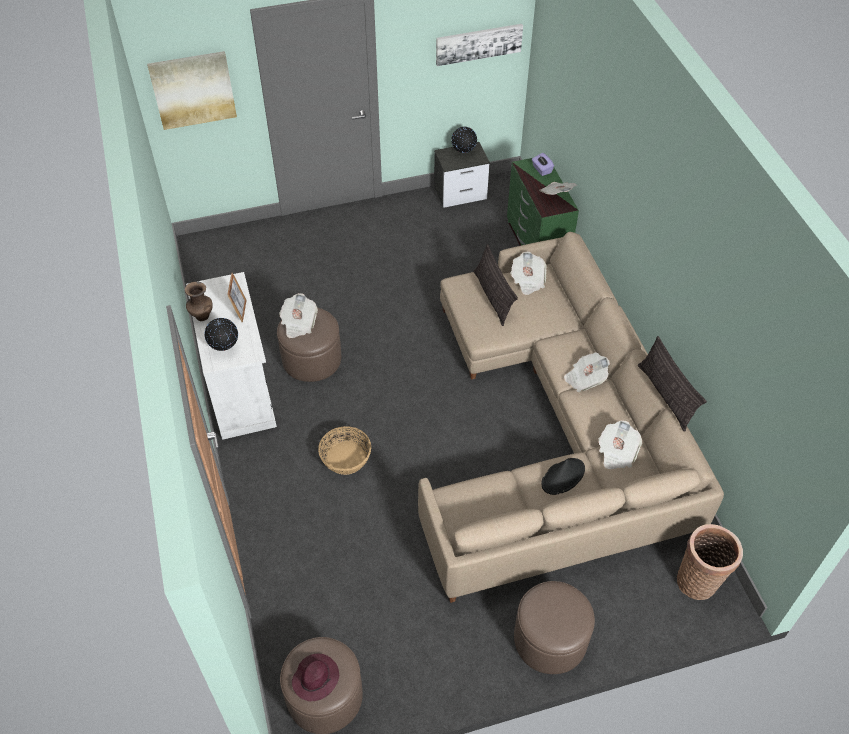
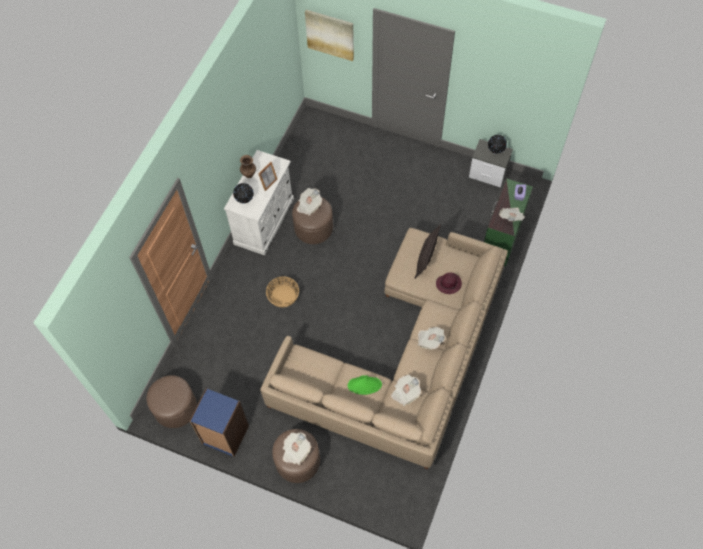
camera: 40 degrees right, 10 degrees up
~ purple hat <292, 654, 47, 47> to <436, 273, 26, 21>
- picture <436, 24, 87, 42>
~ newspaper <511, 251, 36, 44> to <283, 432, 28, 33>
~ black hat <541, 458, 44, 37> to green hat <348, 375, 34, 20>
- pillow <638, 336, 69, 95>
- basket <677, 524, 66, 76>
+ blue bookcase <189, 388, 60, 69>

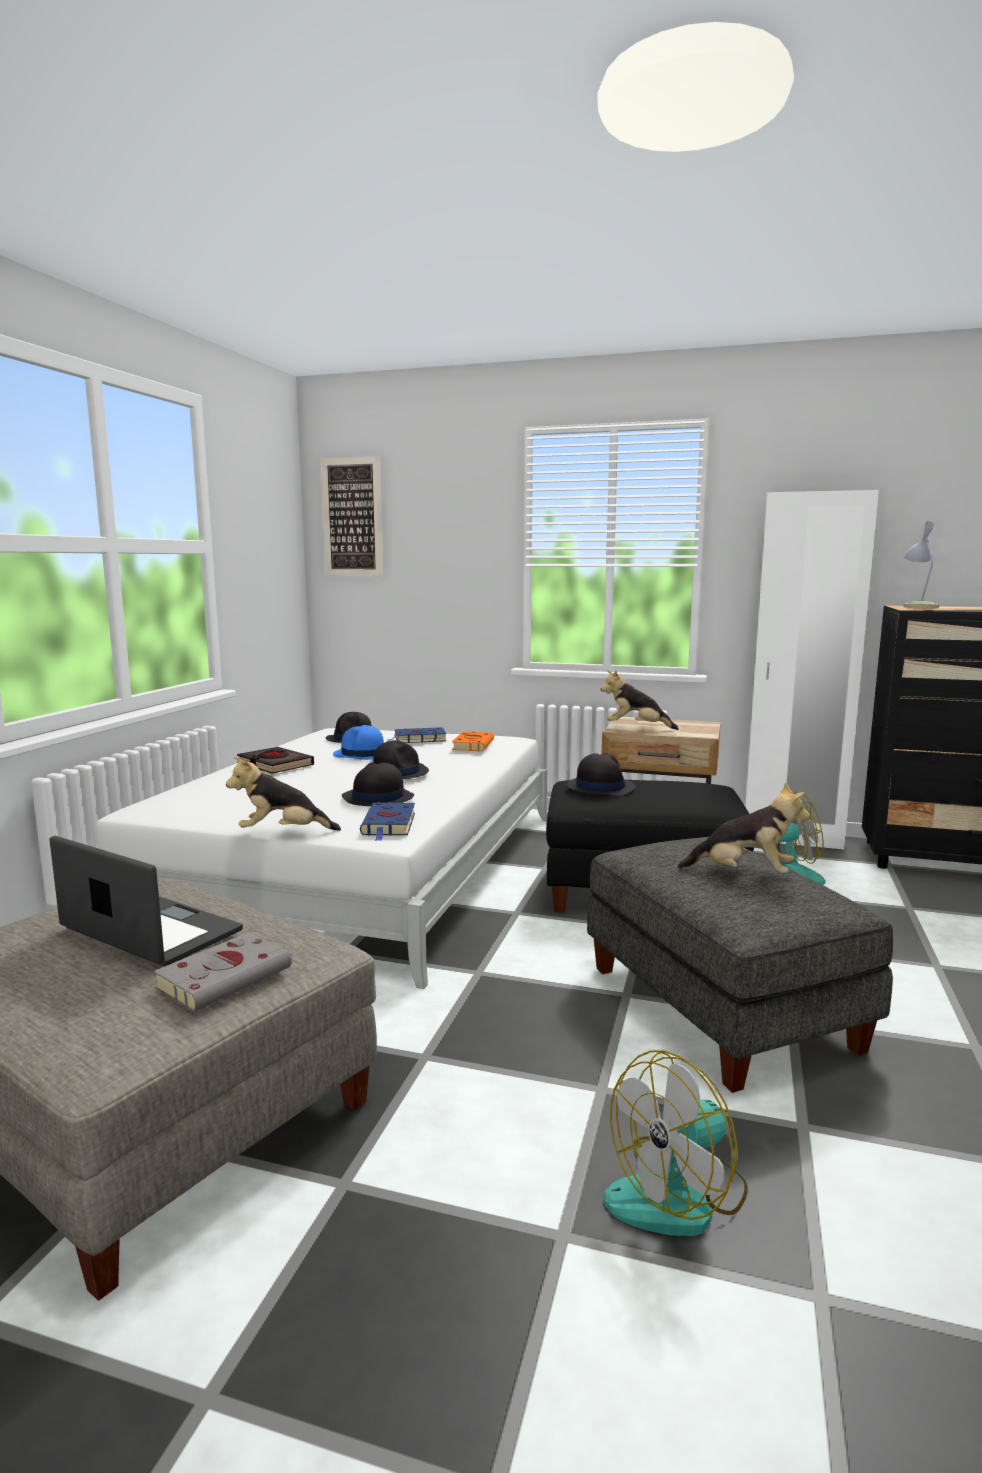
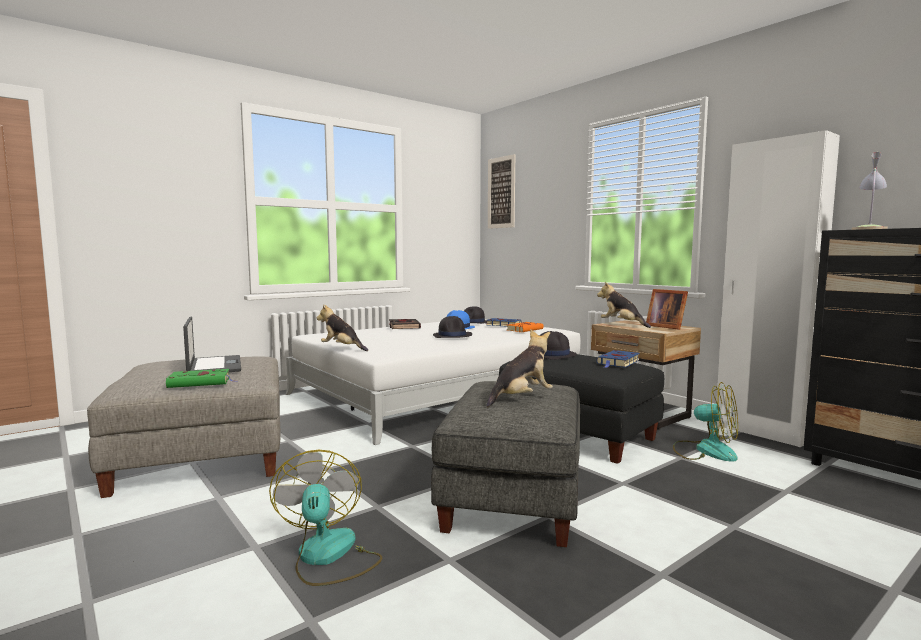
camera: 35 degrees right, 5 degrees down
~ grey book <153, 932, 141, 80> to green book <166, 369, 72, 19>
- black hat <342, 762, 72, 44>
~ blue book <360, 802, 55, 39> to <596, 350, 44, 18>
~ fan <604, 1050, 144, 186> = <269, 450, 113, 136> 75 degrees clockwise
~ plush toy <678, 782, 132, 91> = <487, 329, 66, 78> 90 degrees counterclockwise
+ picture frame <646, 289, 42, 41>

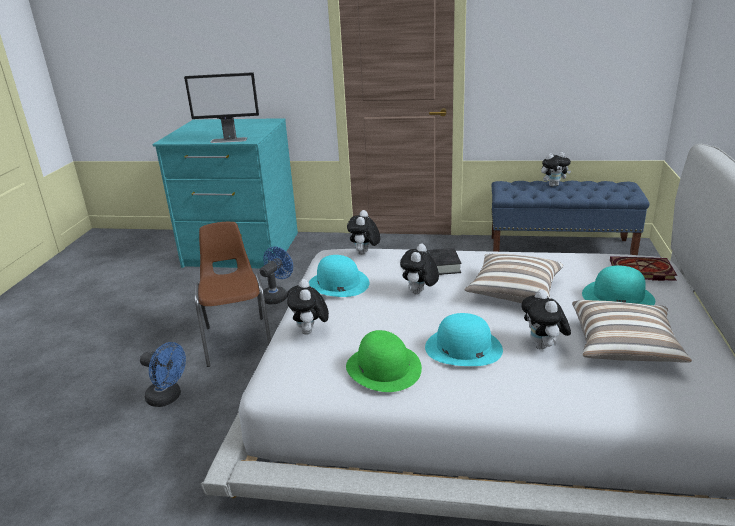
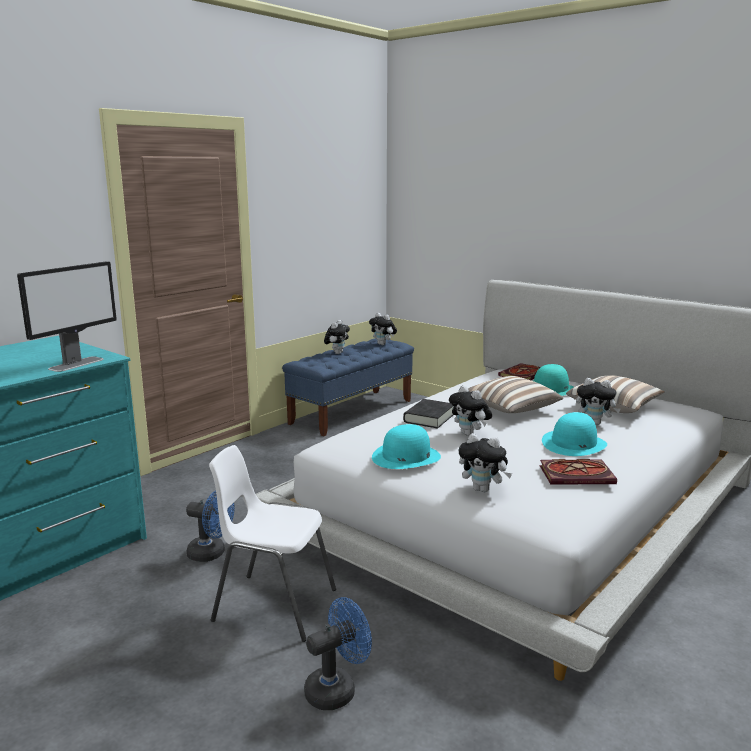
camera: 60 degrees left, 10 degrees down
~ brown chair <194, 222, 77, 145> to white chair <209, 445, 127, 197>
~ blue fan <260, 246, 33, 58> = <186, 491, 48, 71> 135 degrees clockwise
~ green hat <346, 330, 76, 62> to book <540, 459, 77, 26>
~ plush toy <347, 210, 33, 45> to <369, 313, 28, 32>

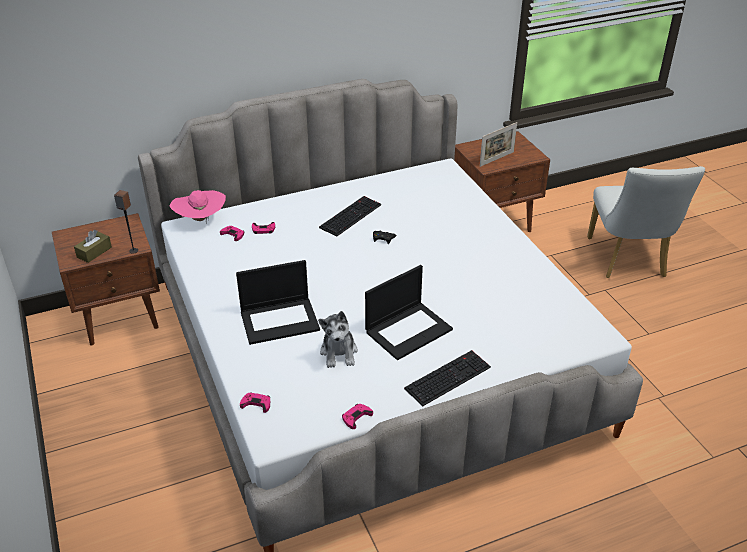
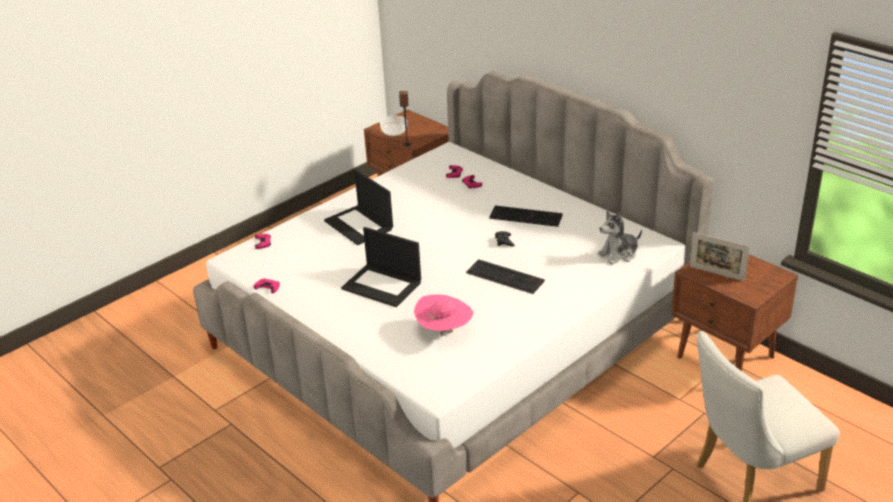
camera: 70 degrees right, 5 degrees down
~ brown tissue box <74, 230, 38, 33> to bowl <380, 116, 27, 20>
~ pink hat <169, 190, 57, 34> to <414, 294, 60, 43>
~ plush toy <318, 311, 40, 57> to <598, 211, 44, 54>
~ keyboard <404, 350, 87, 56> to <466, 259, 79, 35>

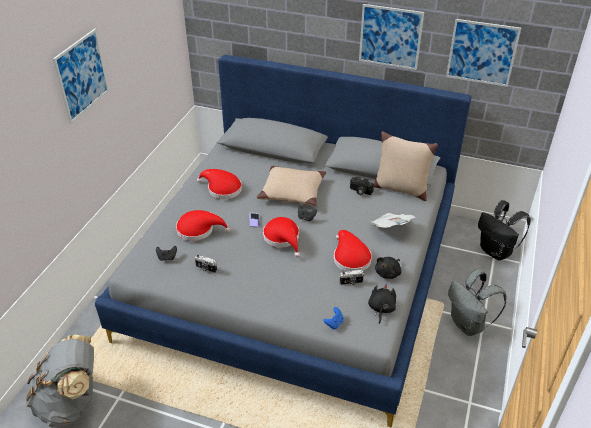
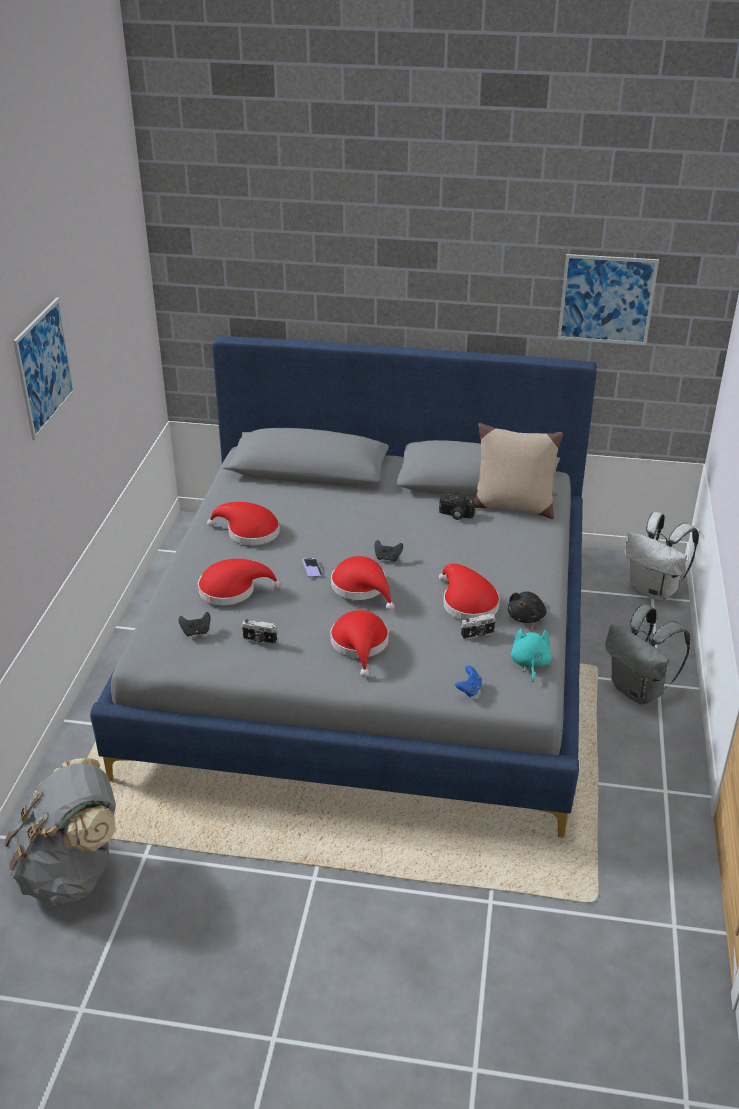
camera: 10 degrees left, 5 degrees down
- beige pillow <257, 166, 69, 40>
- picture <359, 4, 65, 66>
~ black plush toy <368, 284, 28, 40> to turquoise plush toy <511, 625, 40, 57>
- newspaper <371, 213, 45, 15>
~ black backpack <478, 200, 53, 60> to white backpack <624, 512, 75, 89>
+ red hat <330, 610, 59, 67>

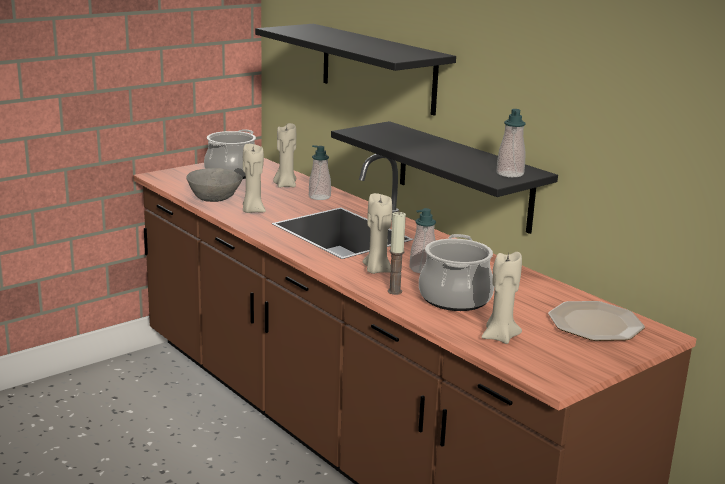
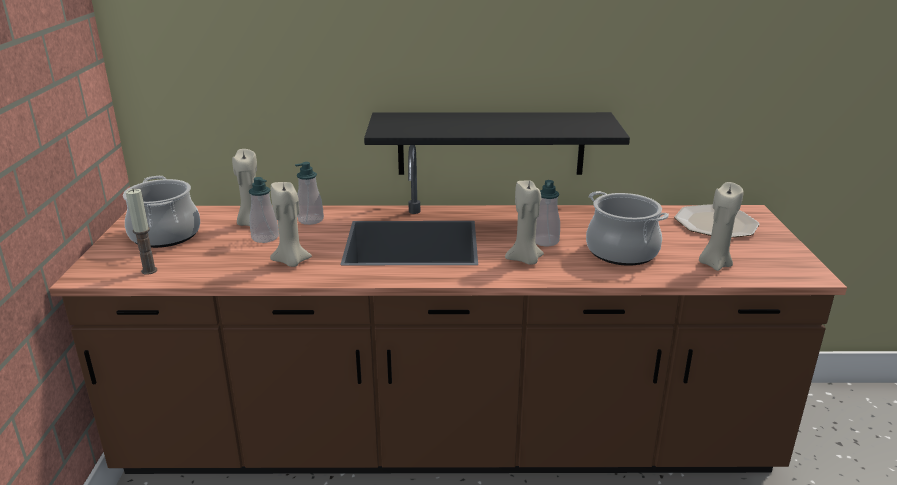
camera: 50 degrees left, 5 degrees up
- grey bowl <186, 168, 57, 34>
- black shelf <255, 24, 201, 92>
~ candle <388, 211, 18, 84> to <126, 188, 31, 87>
~ soap dispenser <496, 109, 30, 68> to <249, 177, 30, 66>

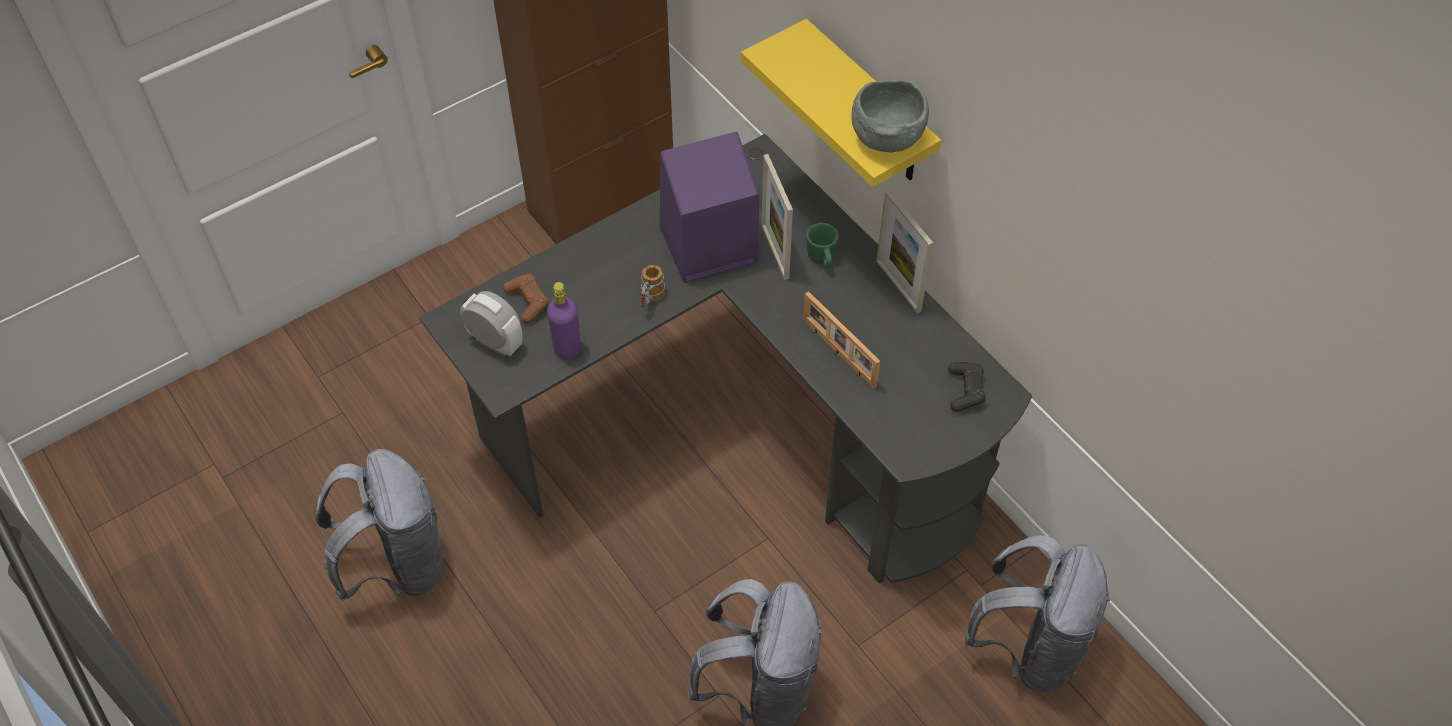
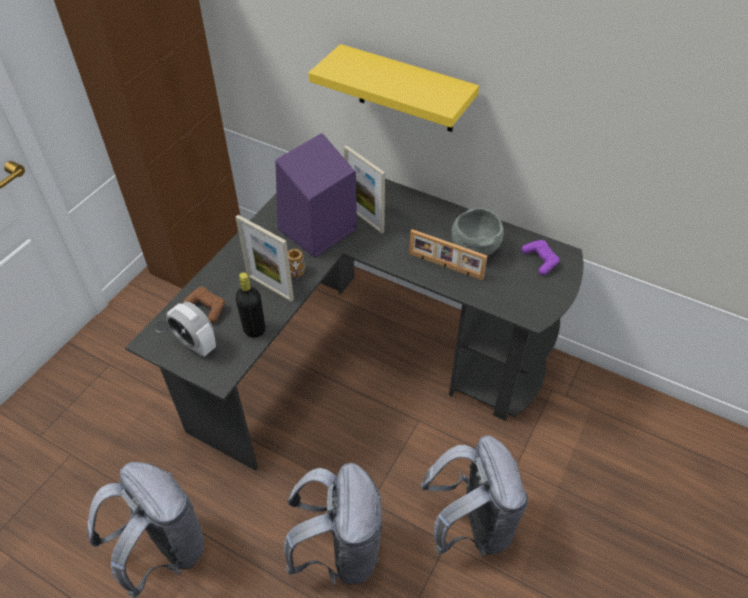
camera: 25 degrees left, 5 degrees down
~ alarm clock <460, 291, 62, 65> = <166, 302, 50, 55> 150 degrees counterclockwise
~ purple bottle <547, 282, 34, 78> to black bottle <235, 272, 30, 66>
- green mug <806, 223, 33, 45>
~ grey bowl <851, 79, 78, 74> to <451, 208, 53, 48>
~ picture frame <876, 190, 57, 123> to <235, 215, 59, 87>
~ black game controller <948, 362, 38, 50> to purple game controller <522, 240, 38, 35>
~ grey backpack <963, 535, 147, 157> to <284, 463, 98, 123>

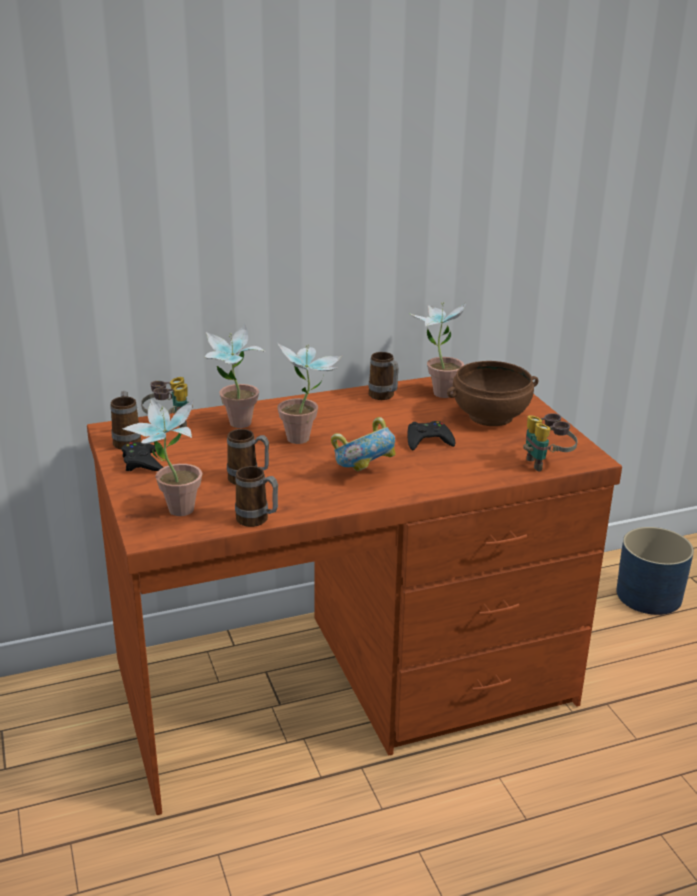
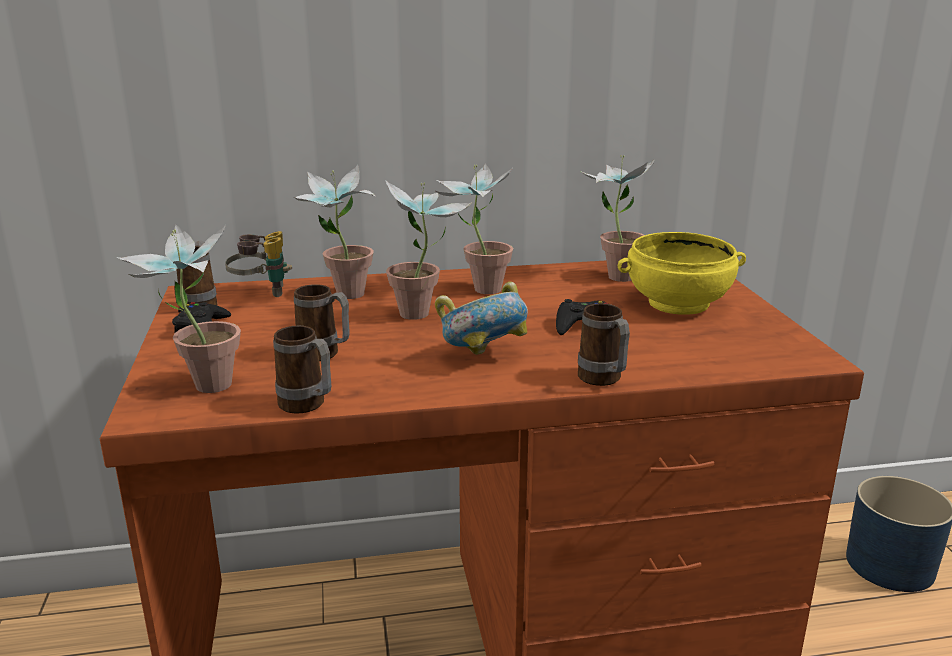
camera: 10 degrees right, 5 degrees down
~ mug <368, 352, 31, 48> to <578, 303, 52, 83>
~ brown bowl <447, 361, 91, 65> to yellow bowl <618, 232, 128, 83>
- binoculars <523, 413, 55, 58>
+ potted plant <434, 164, 79, 130>

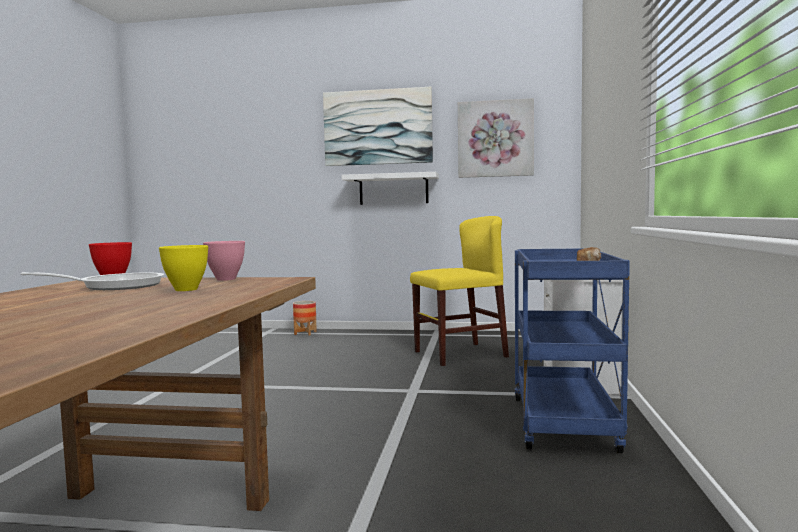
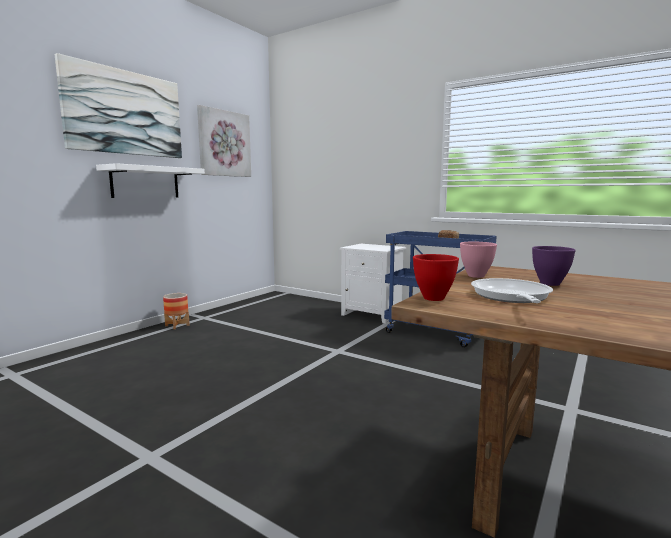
camera: 65 degrees left, 5 degrees up
~ yellow bowl <159, 245, 49, 46> to purple bowl <532, 246, 44, 40>
~ planter <293, 301, 24, 35> to <163, 293, 27, 36>
- yellow chair <410, 216, 99, 150>

